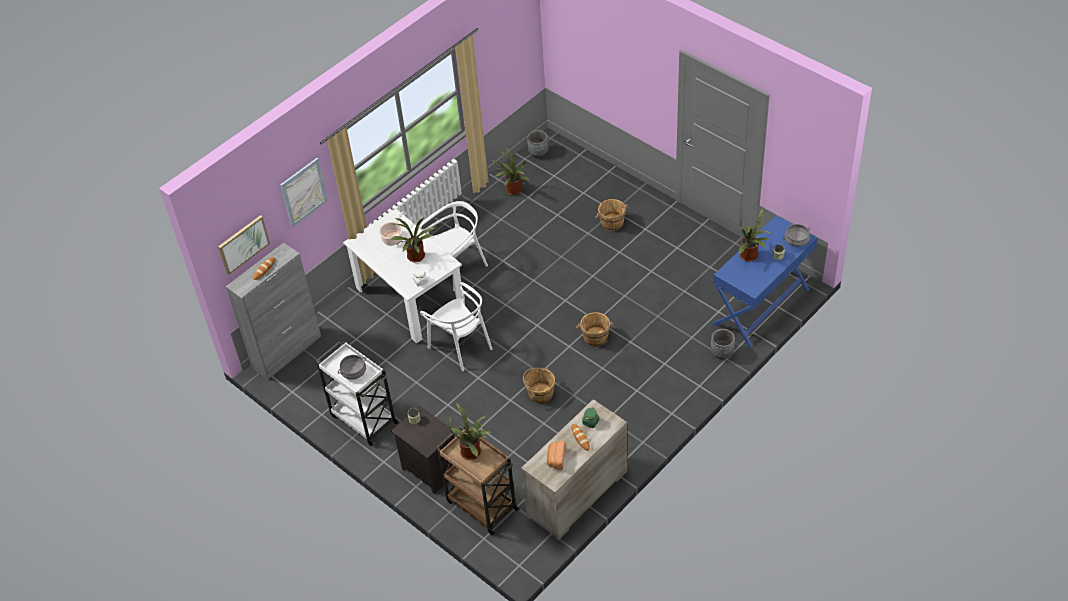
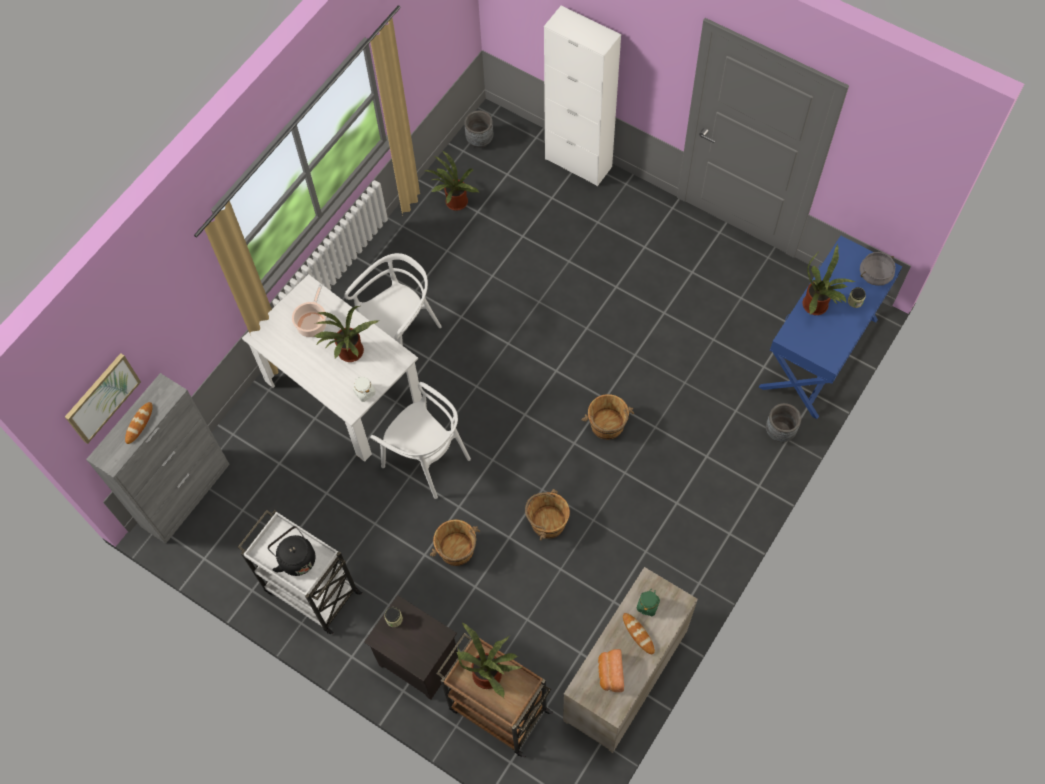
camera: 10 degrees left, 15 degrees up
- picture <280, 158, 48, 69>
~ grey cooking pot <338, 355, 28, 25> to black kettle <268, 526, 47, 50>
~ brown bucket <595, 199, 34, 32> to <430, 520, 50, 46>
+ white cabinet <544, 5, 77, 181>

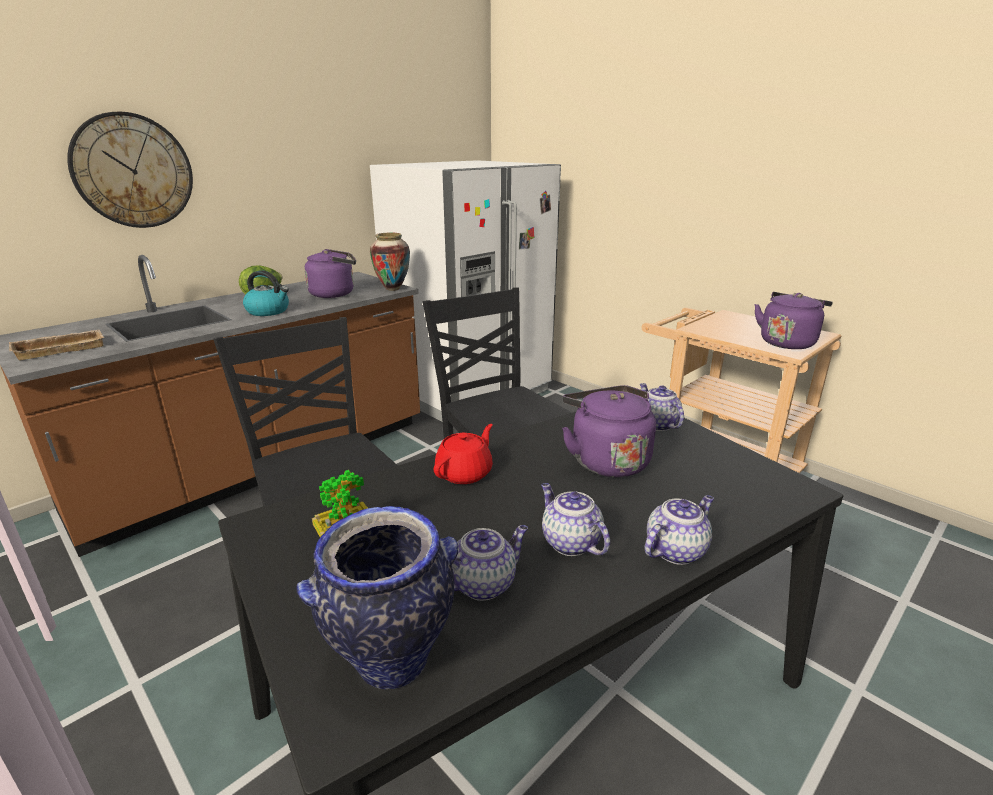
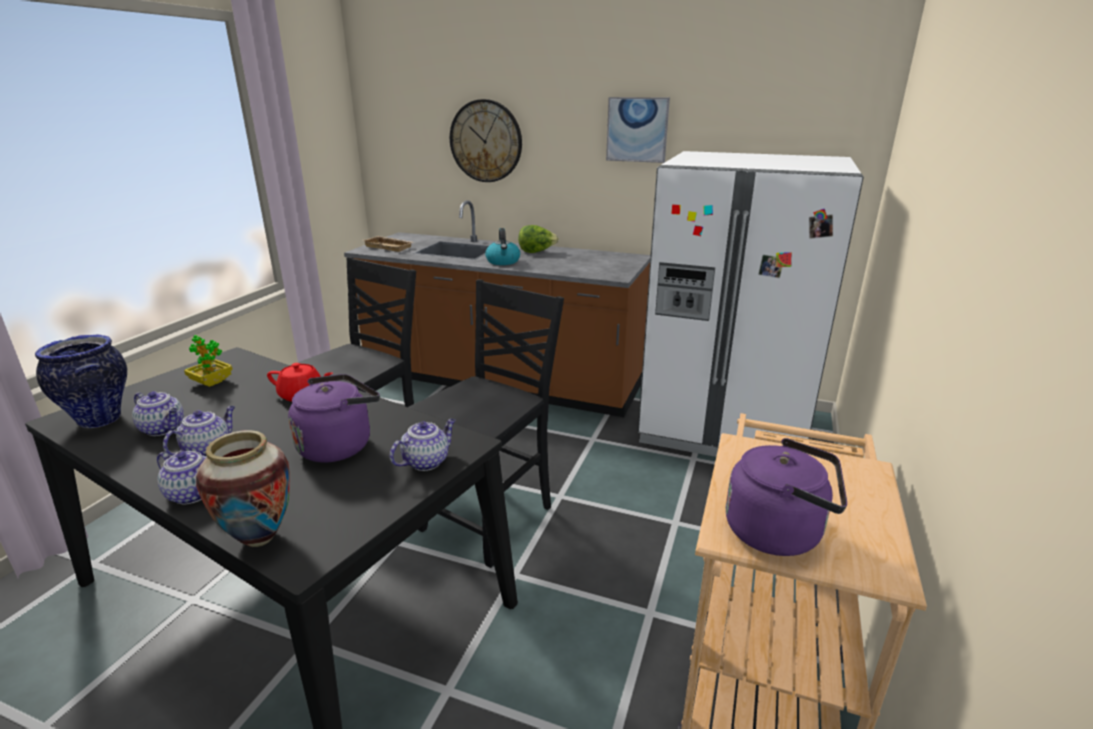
camera: 65 degrees right, 0 degrees up
- purple kettle <304, 249, 52, 49>
~ vase <370, 233, 40, 58> to <196, 430, 94, 117>
+ picture <606, 97, 64, 66>

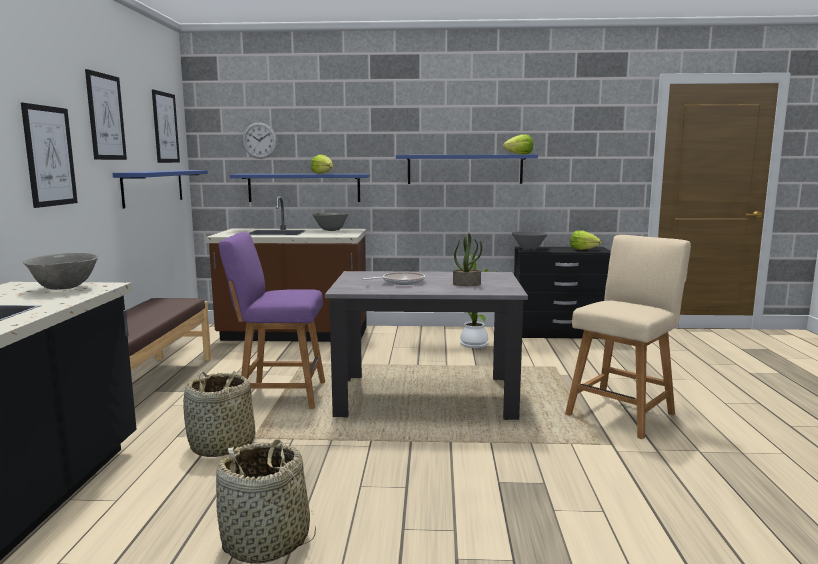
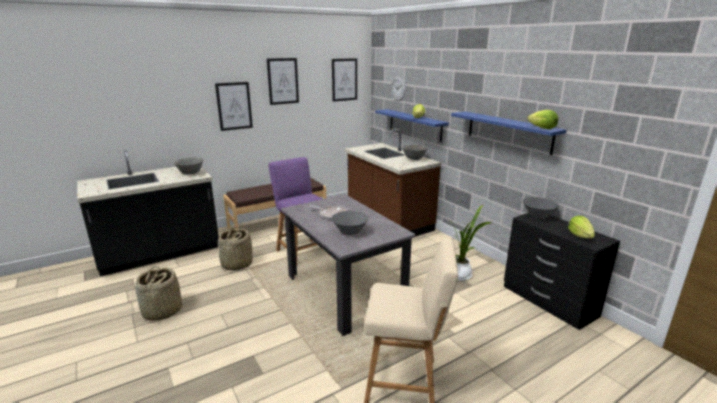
camera: 55 degrees right, 10 degrees up
- blue shelf <113, 170, 95, 39>
~ potted plant <453, 233, 29, 53> to grey bowl <331, 211, 38, 24>

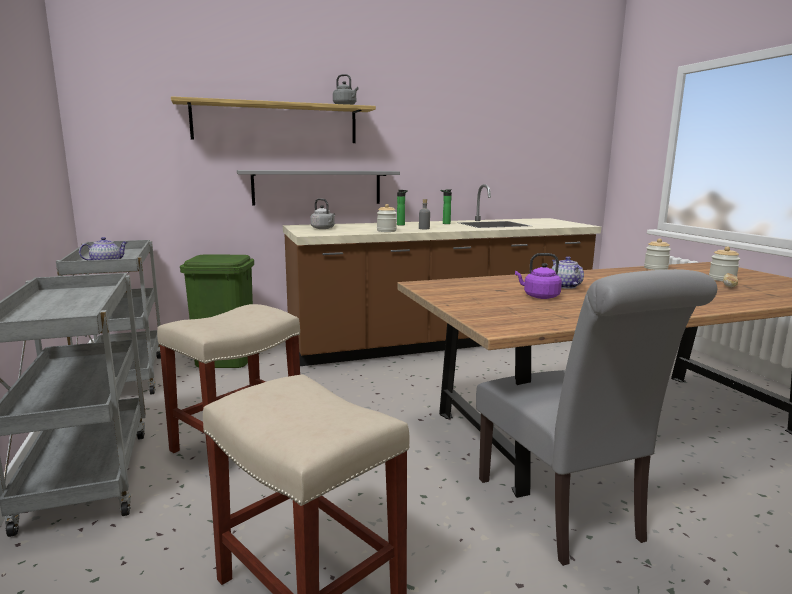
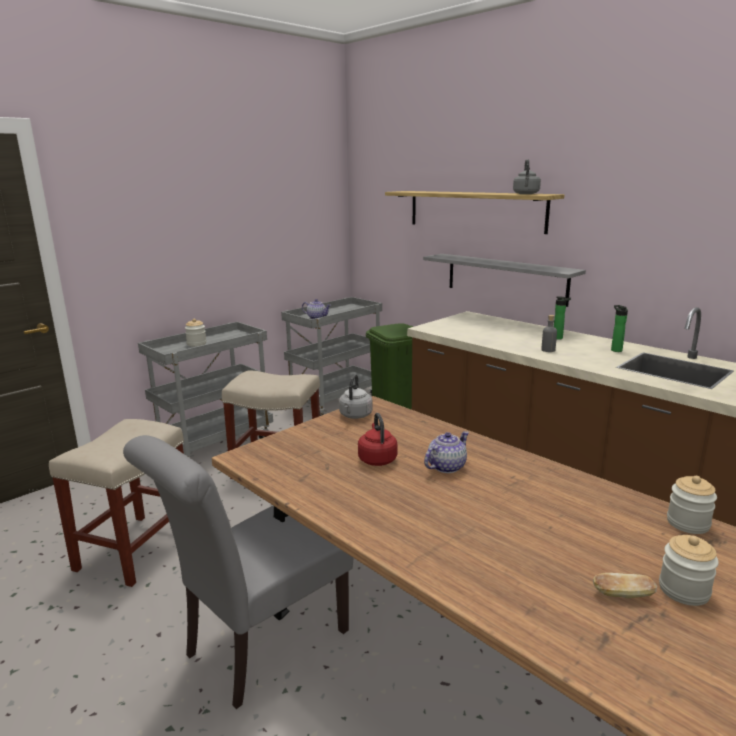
camera: 65 degrees right, 5 degrees up
~ grey kettle <311, 198, 24, 31> to <339, 374, 34, 45>
~ jar <377, 204, 20, 28> to <185, 319, 22, 27>
~ purple kettle <515, 253, 47, 46> to red kettle <358, 413, 40, 53>

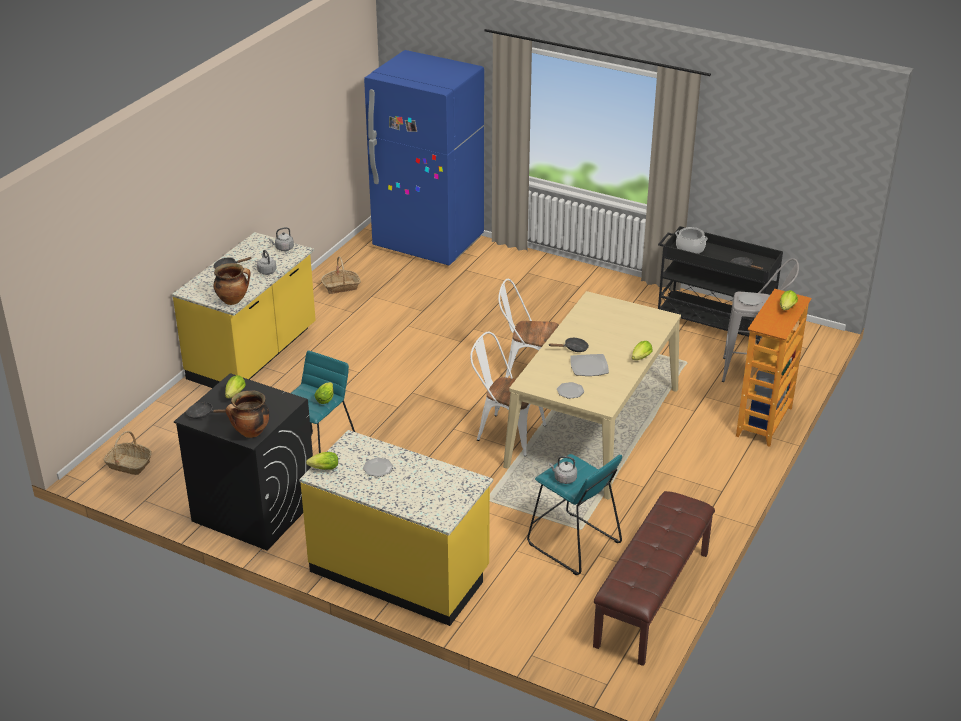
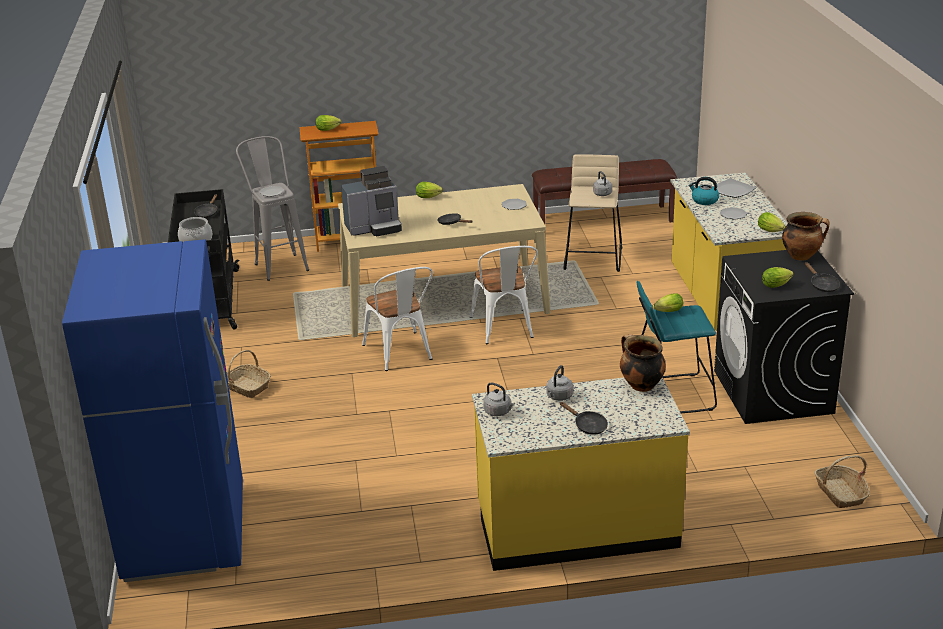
camera: 125 degrees left, 5 degrees down
~ basket <321, 257, 40, 37> to <227, 350, 44, 48>
~ turquoise stool <527, 454, 95, 121> to beige stool <563, 154, 59, 118>
~ plate <570, 354, 39, 22> to <713, 178, 43, 20>
+ coffee machine <341, 166, 61, 70>
+ kettle <689, 177, 30, 28>

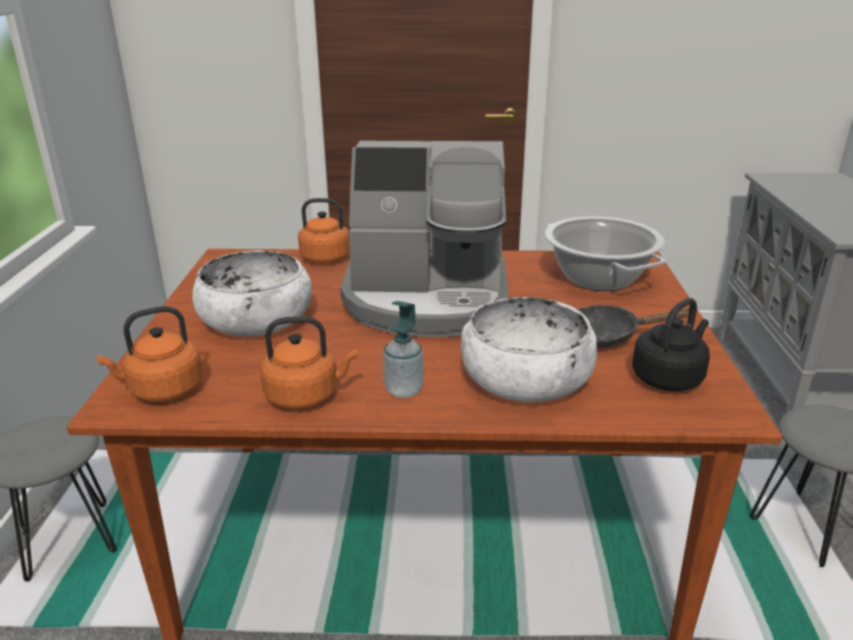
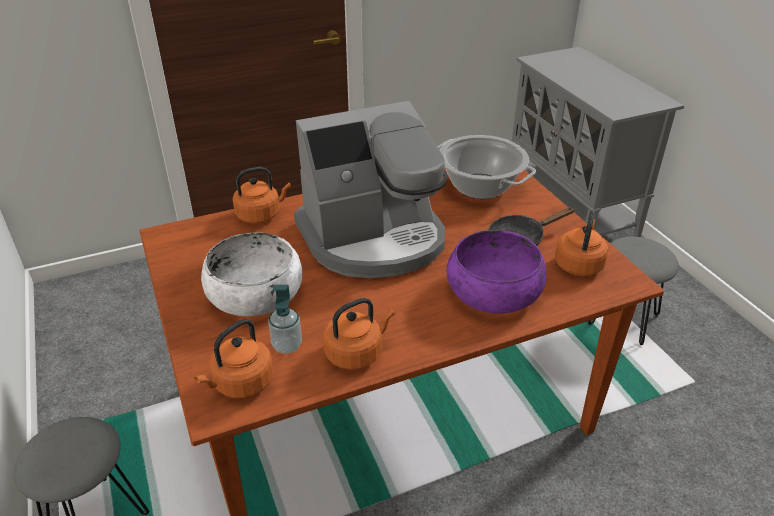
camera: 25 degrees left, 10 degrees up
~ soap dispenser <383, 301, 41, 97> to <268, 285, 34, 69>
~ white bowl <461, 297, 136, 105> to purple bowl <446, 230, 100, 84>
~ black kettle <632, 298, 78, 93> to orange kettle <555, 211, 53, 65>

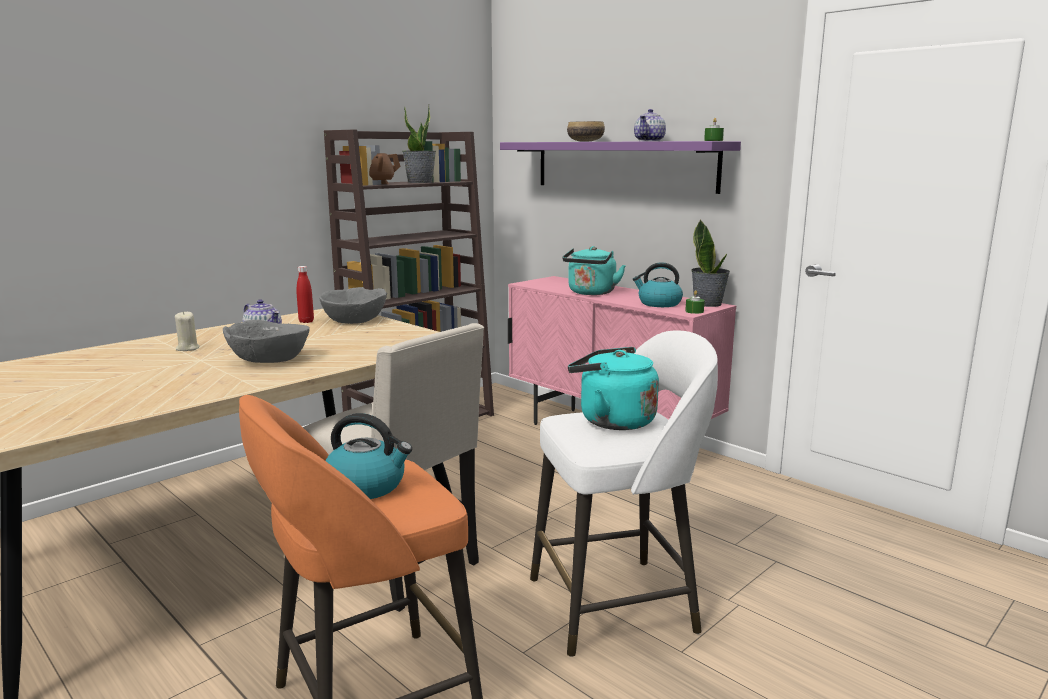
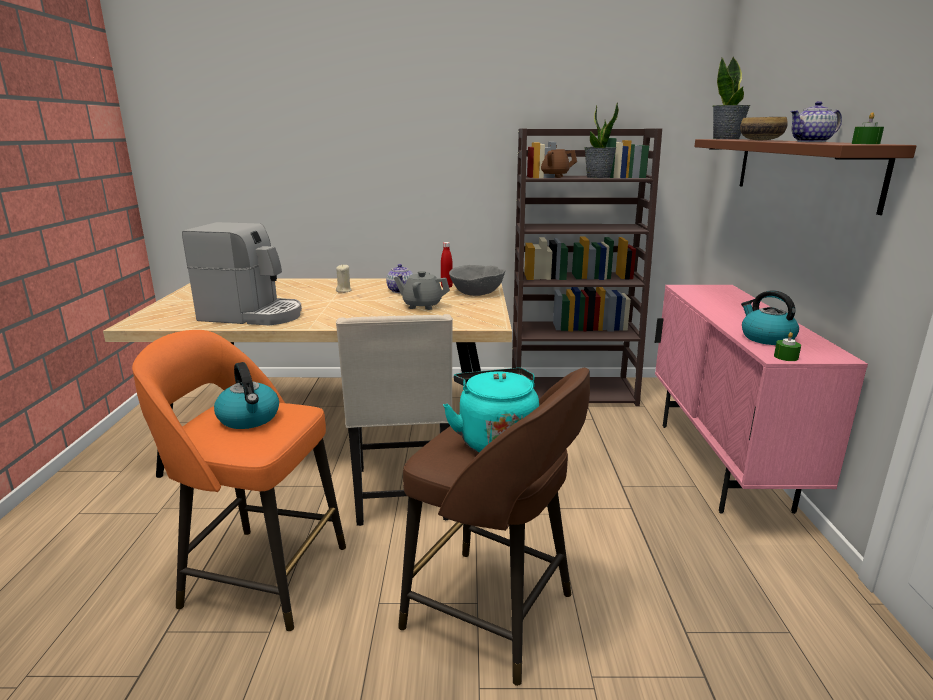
camera: 45 degrees right, 5 degrees up
- grey bowl <223, 320, 87, 43>
~ purple shelf <500, 141, 241, 53> to brown shelf <694, 139, 223, 76>
~ white stool <530, 330, 188, 327> to brown stool <398, 368, 192, 318>
- turquoise kettle <562, 246, 64, 49>
~ potted plant <691, 219, 39, 88> to <713, 56, 37, 83>
+ coffee machine <182, 222, 120, 104>
+ grey teapot <394, 271, 56, 39>

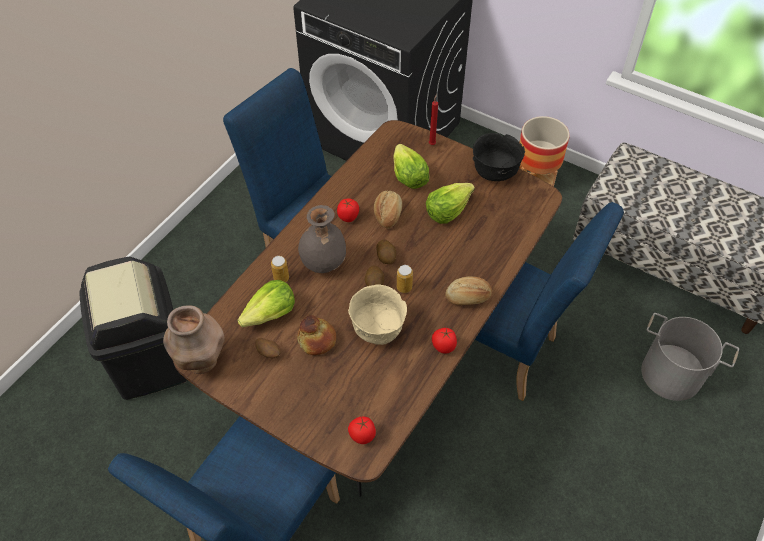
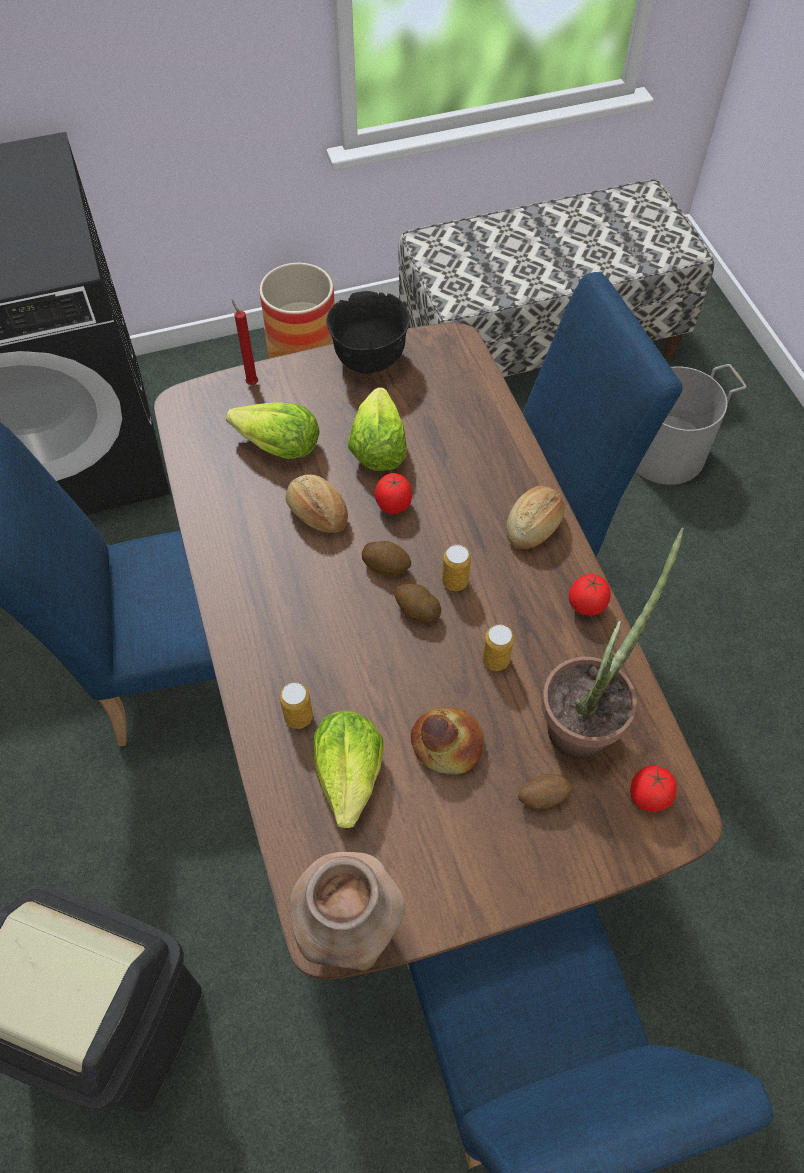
camera: 50 degrees left, 5 degrees up
~ potato <255, 338, 25, 20> to <518, 774, 55, 35>
- grey vase <298, 205, 48, 68>
~ tomato <337, 199, 22, 23> to <375, 473, 37, 41>
~ beige bowl <348, 284, 59, 61> to can <482, 624, 32, 47>
+ potted plant <541, 527, 143, 232>

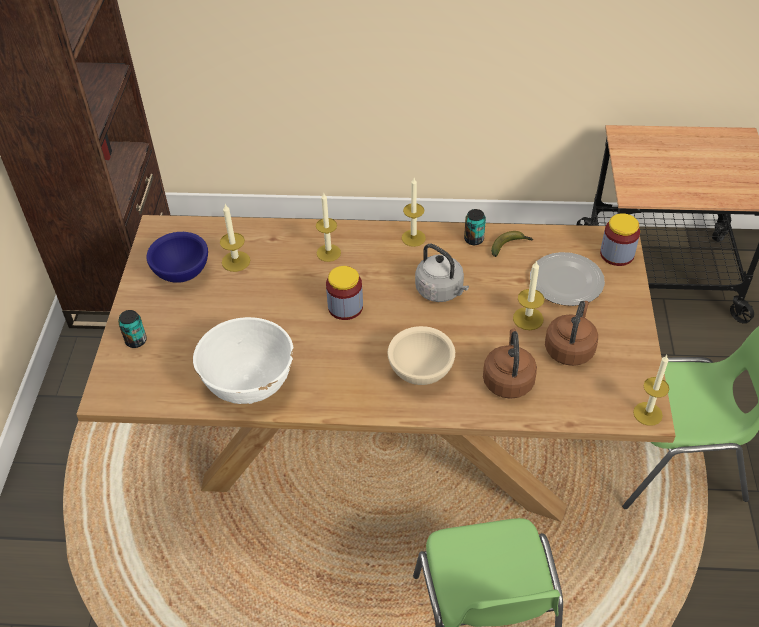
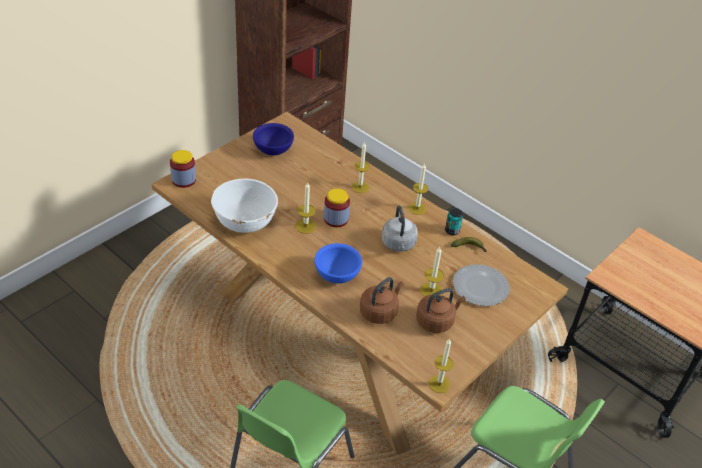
camera: 35 degrees right, 5 degrees down
- can <118, 310, 29, 38>
~ candle <220, 204, 30, 68> to <295, 182, 22, 52>
~ beige bowl <388, 326, 67, 59> to blue bowl <314, 243, 48, 41>
~ jar <600, 213, 40, 53> to <170, 150, 26, 38>

